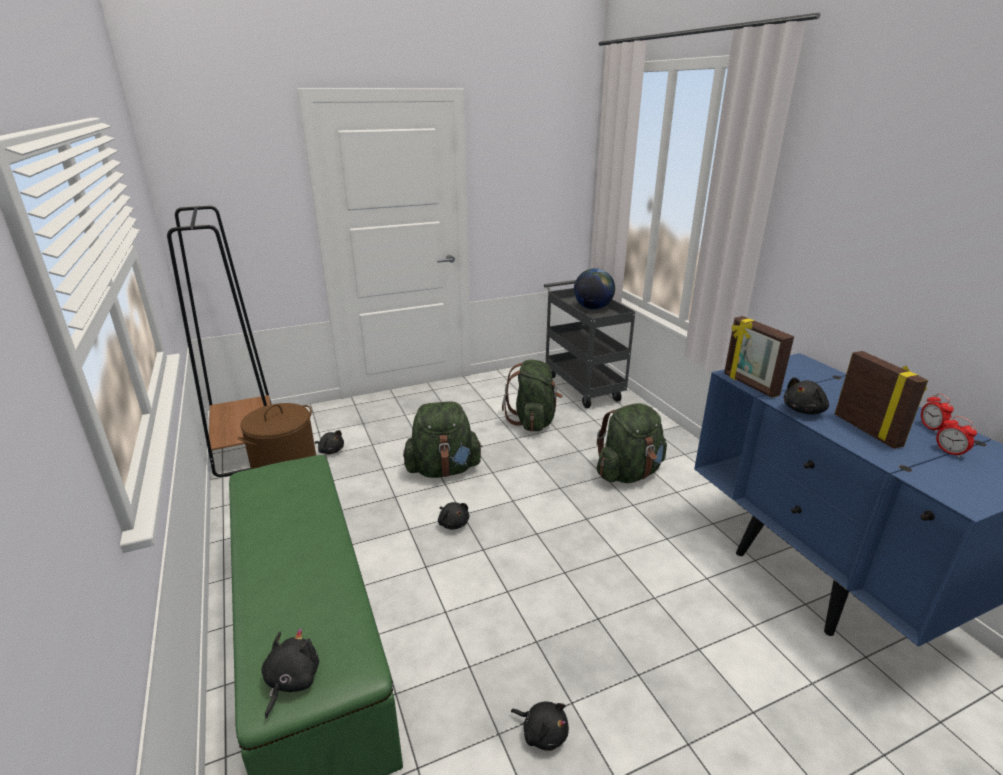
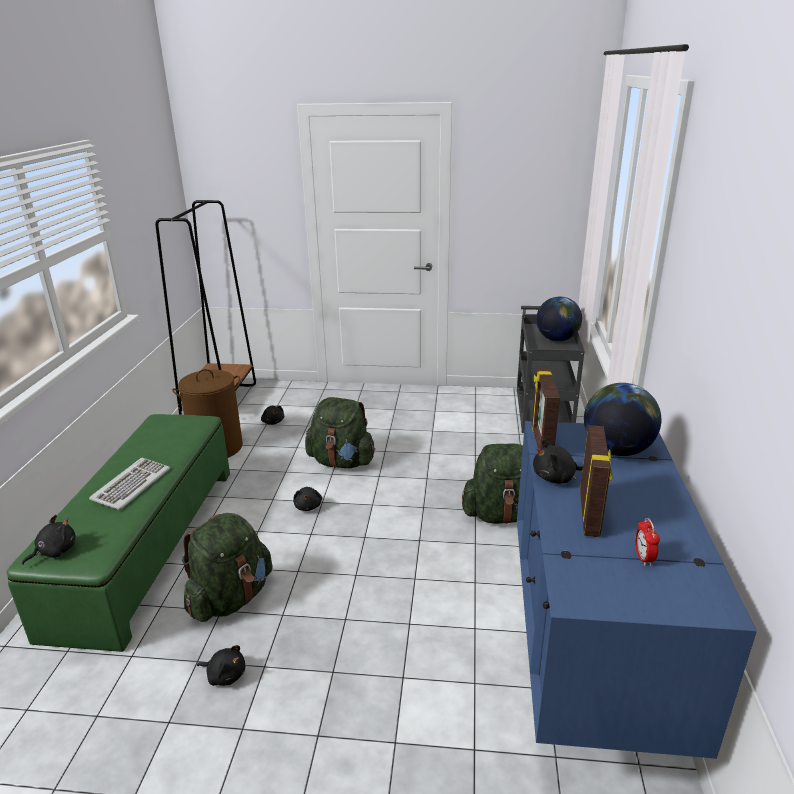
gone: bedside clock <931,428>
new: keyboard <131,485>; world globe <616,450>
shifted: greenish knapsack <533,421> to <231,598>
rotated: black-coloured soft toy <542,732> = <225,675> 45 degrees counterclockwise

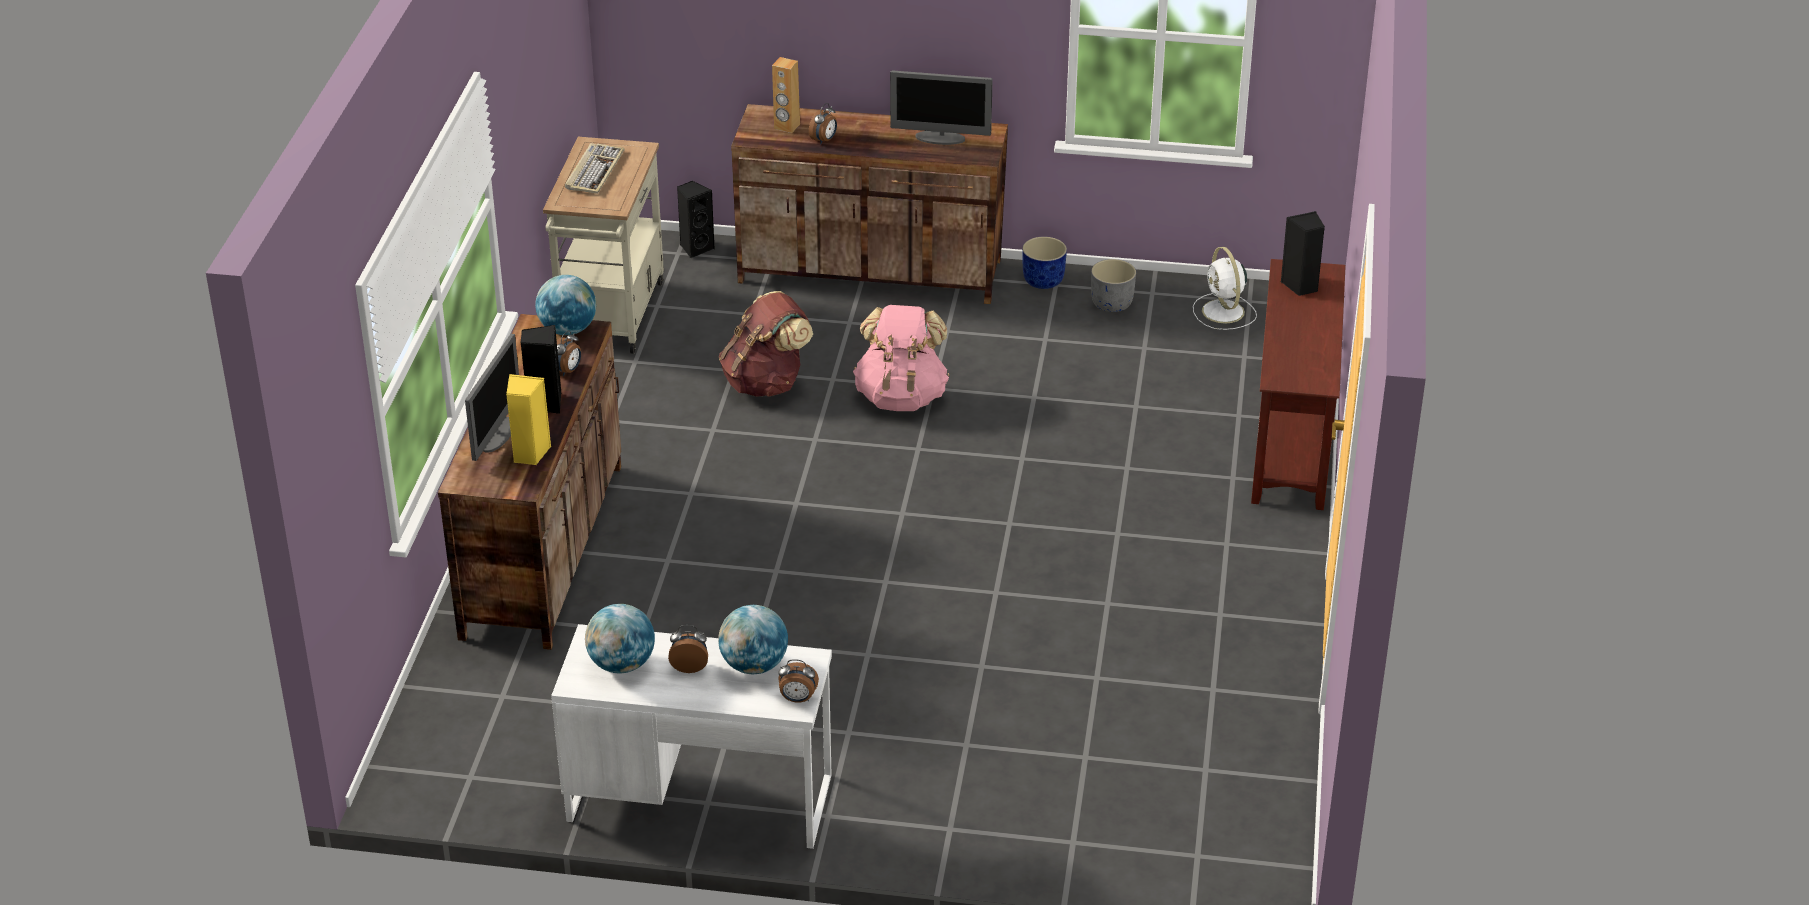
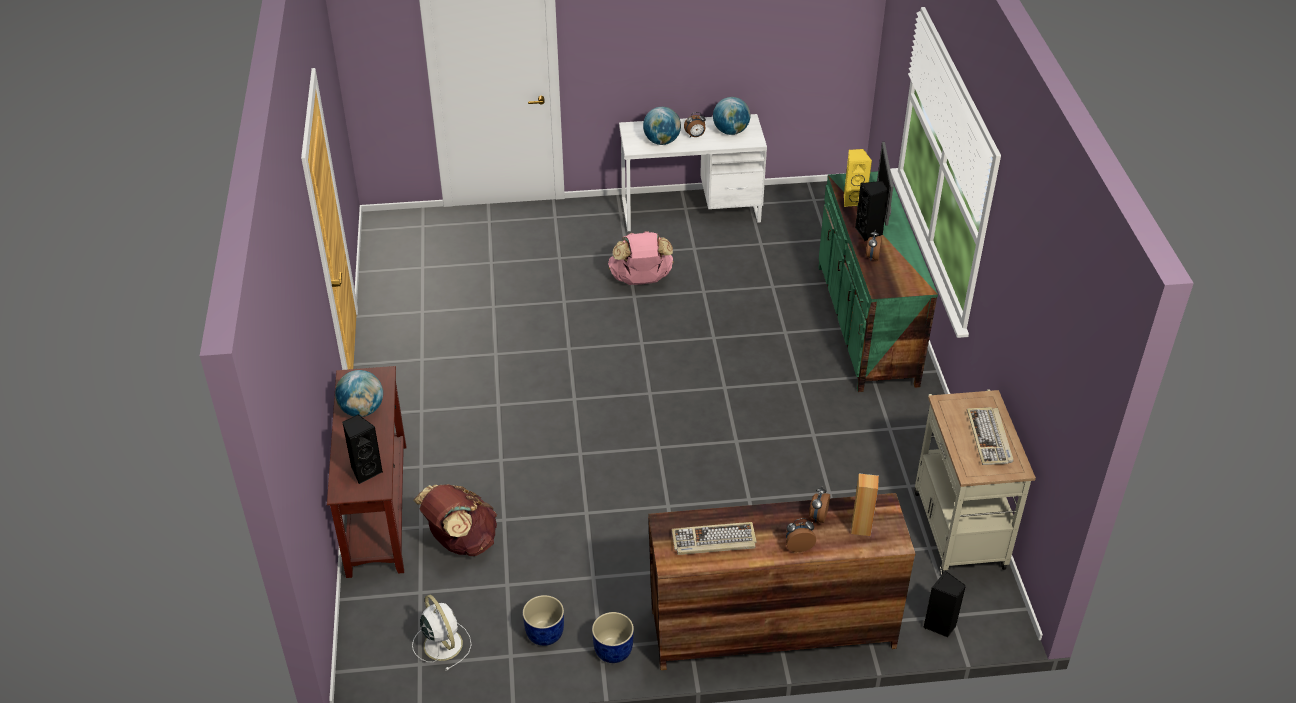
shifted: world globe <568,329> to <362,410>; brownish knapsack <766,383> to <461,541>; pink knapsack <901,396> to <641,280>; bedside clock <797,699> to <798,546>
swapped: monitor <940,138> to keyboard <713,541>
repainted: grey plant pot <1111,304> to blue plant pot <545,633>; brownish storage cabinet <546,549> to greenish storage cabinet <865,326>

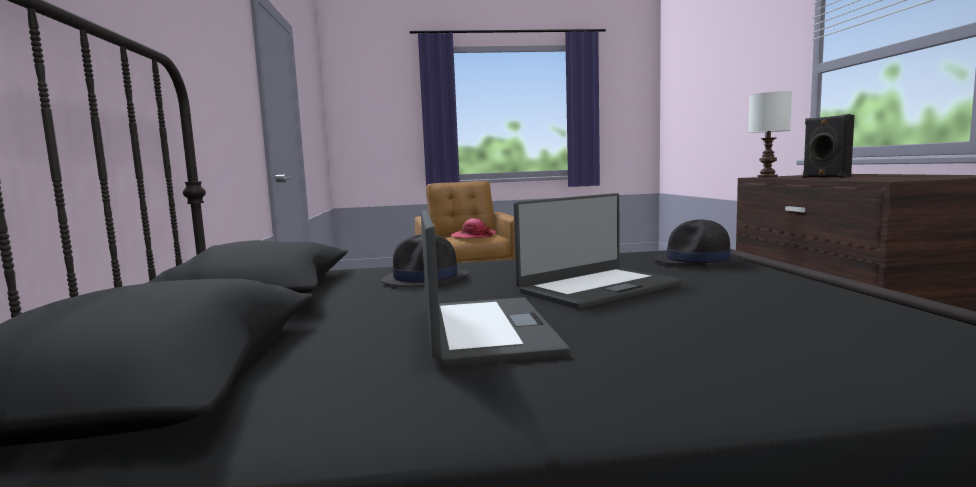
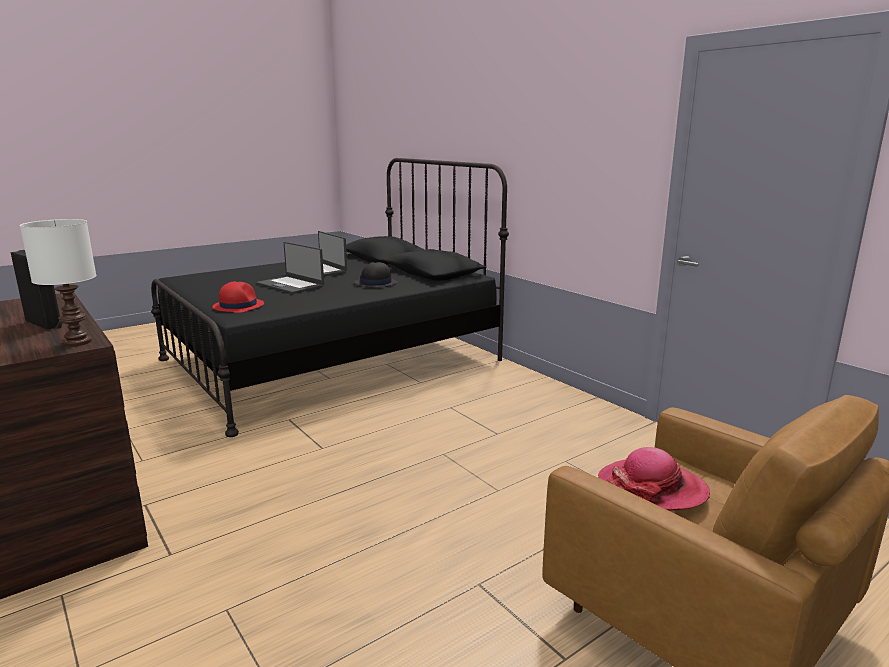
repainted: black-coloured hat <698,261> to reddish hat <238,306>
rotated: portable computer <598,288> = <291,285> 75 degrees counterclockwise

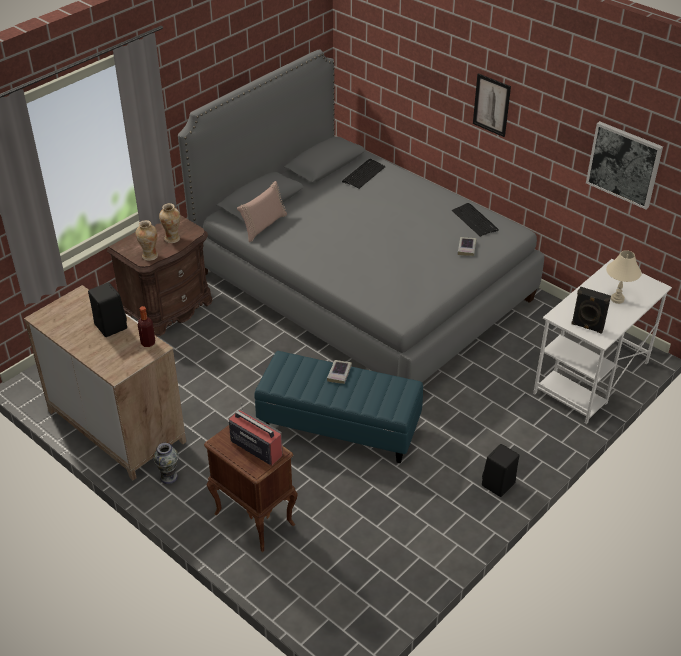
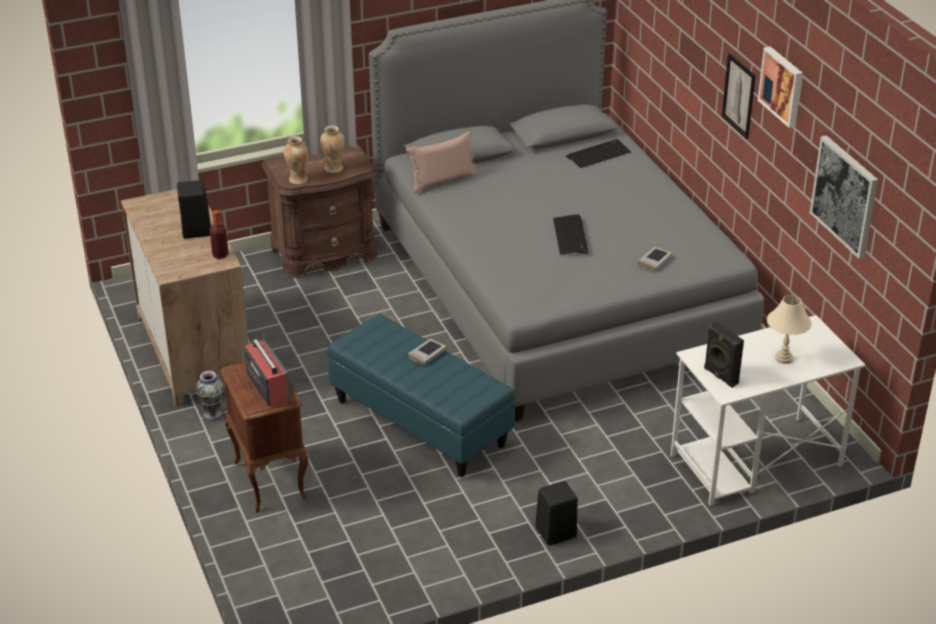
new: picture <782,86>
shifted: keyboard <475,220> to <570,236>

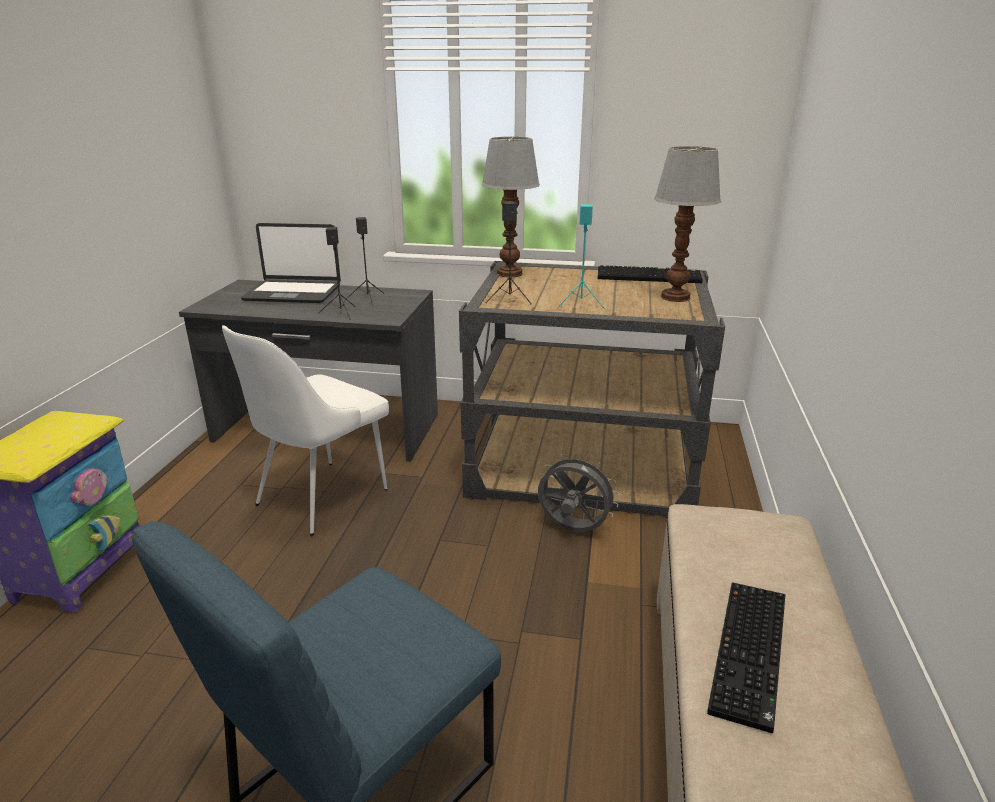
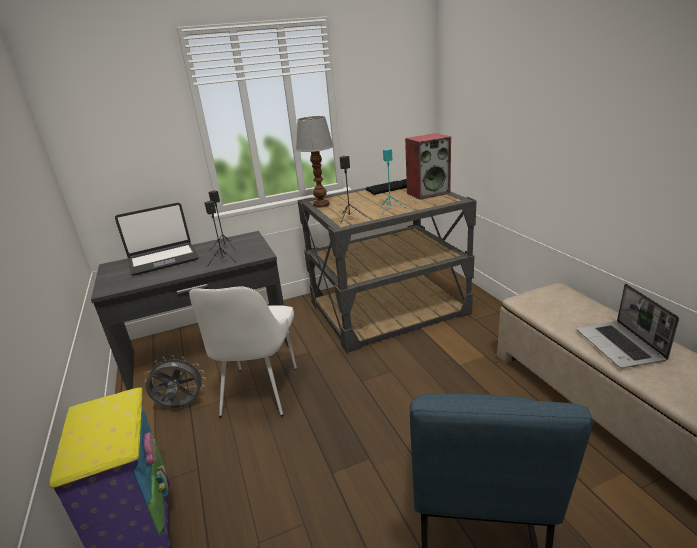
shifted: grey cooling fan <572,530> to <181,406>
swapped: tabletop lamp <676,297> to audio speaker <428,193>; keyboard <752,654> to portable computer <620,346>

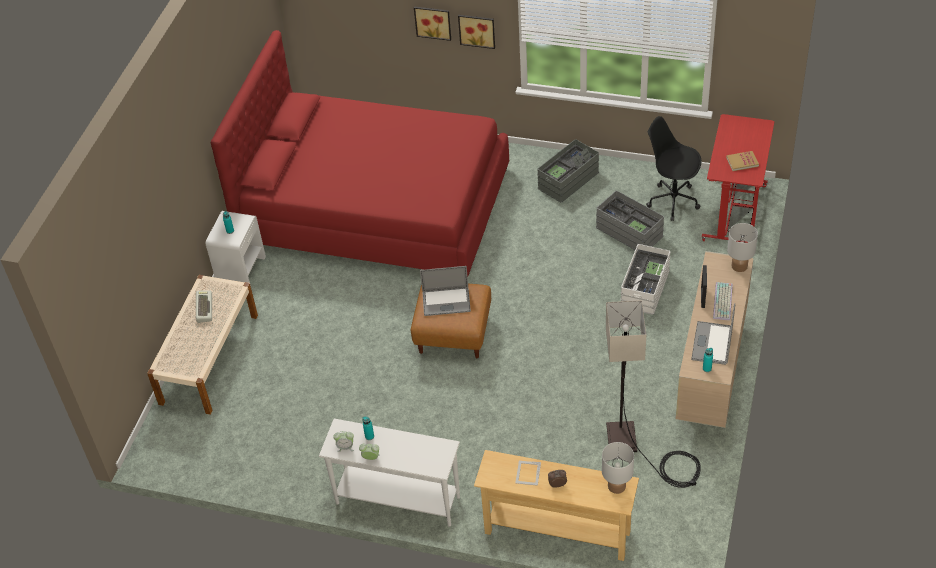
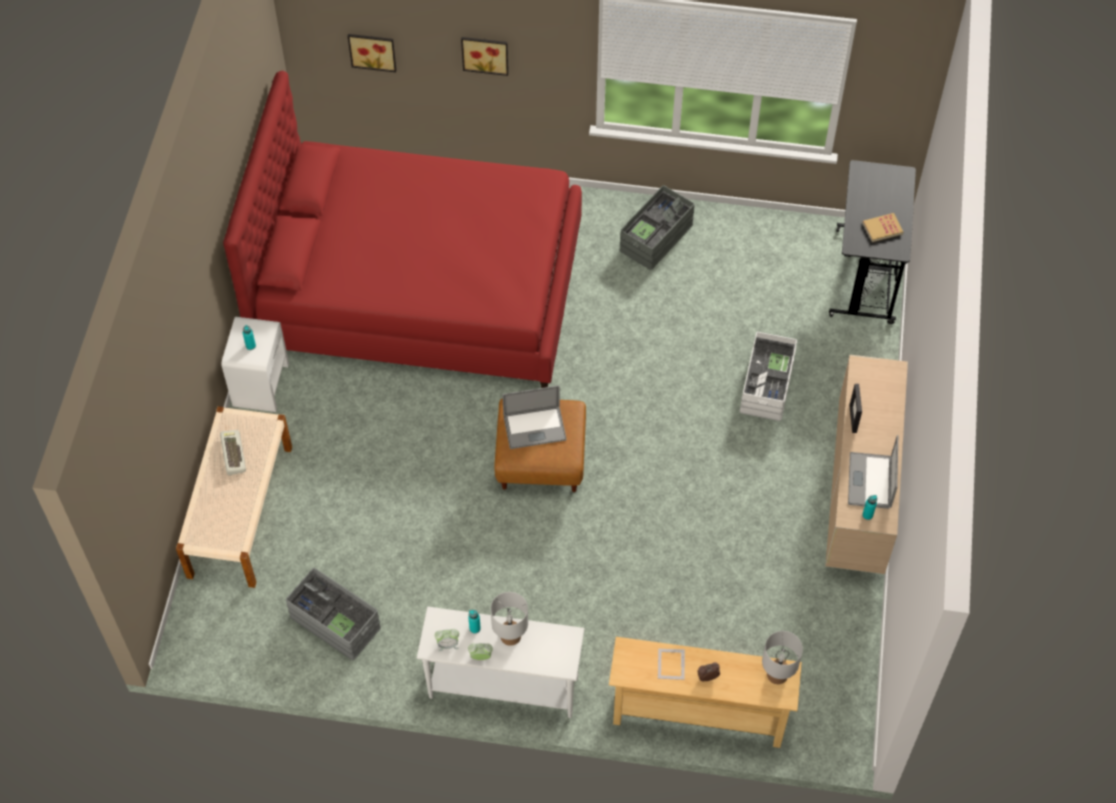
gone: floor lamp <652,456>; black-coloured office chair <671,201>; keyboard <723,302>
shifted: grey storage bin <628,232> to <334,622>; picture <477,30> to <372,50>; grey tabletop lamp <739,266> to <510,636>
repainted: reddish desk <734,213> to black-coloured desk <864,276>

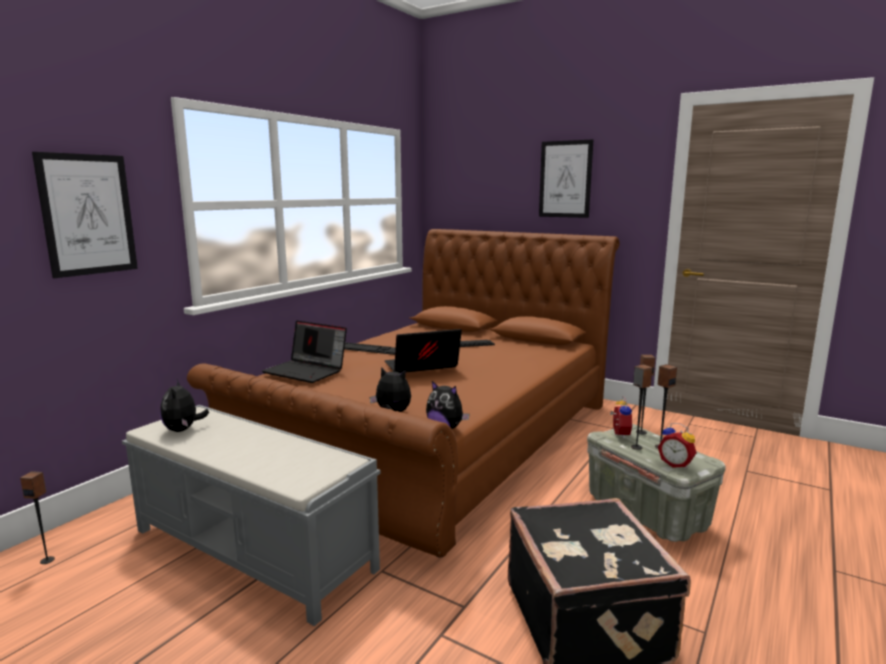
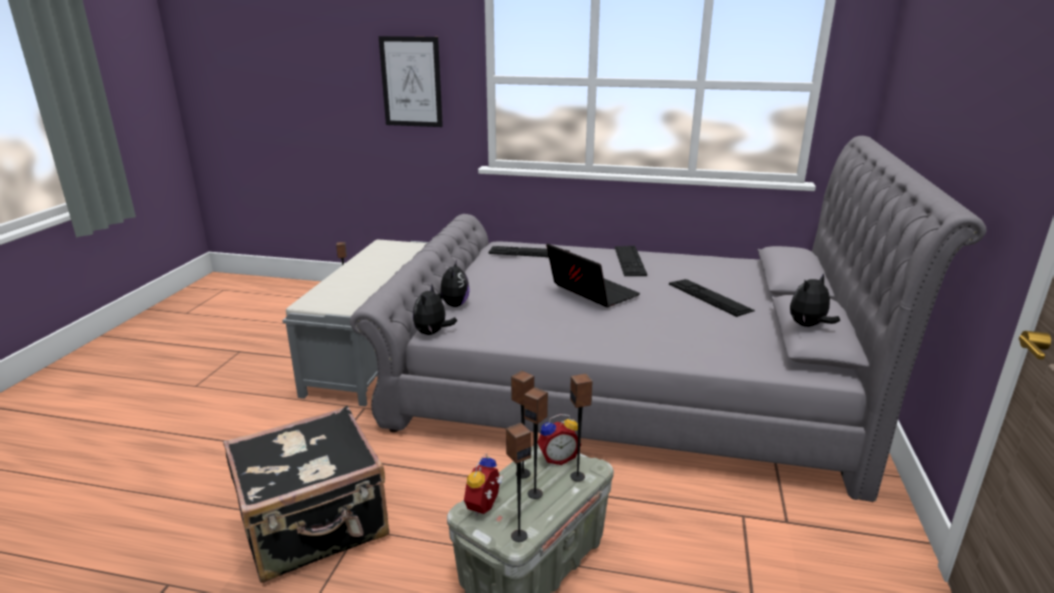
gone: picture <565,179>
new: audio speaker <519,535>
shifted: soft toy <183,430> to <808,326>
swapped: portable computer <307,371> to keyboard <529,252>
repainted: brownish sleeping bed <434,433> to grey sleeping bed <626,378>

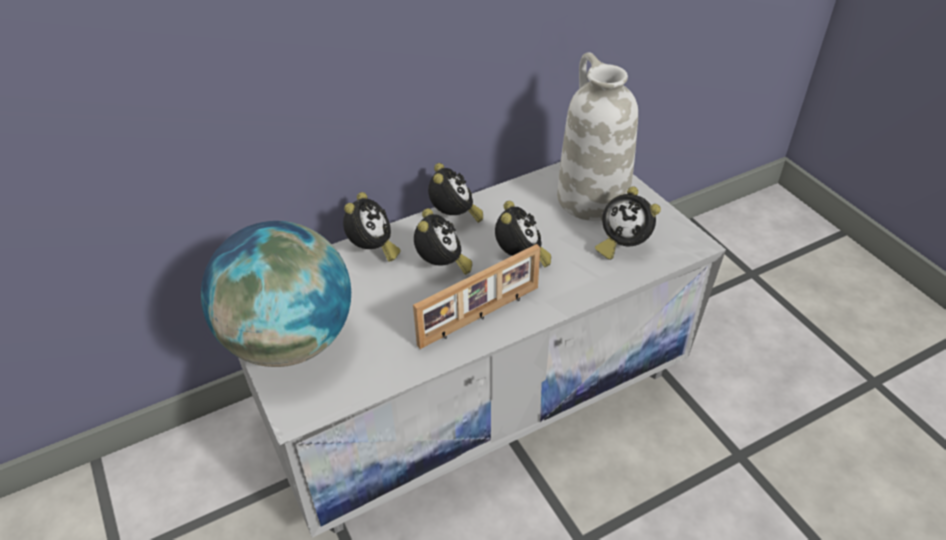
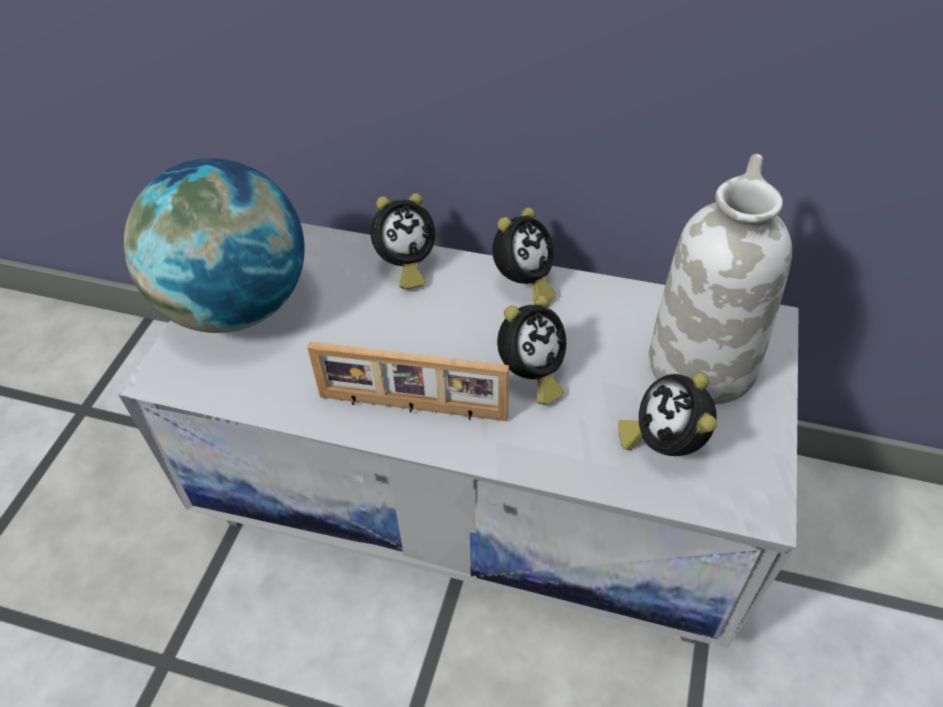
gone: bedside clock <442,266>

